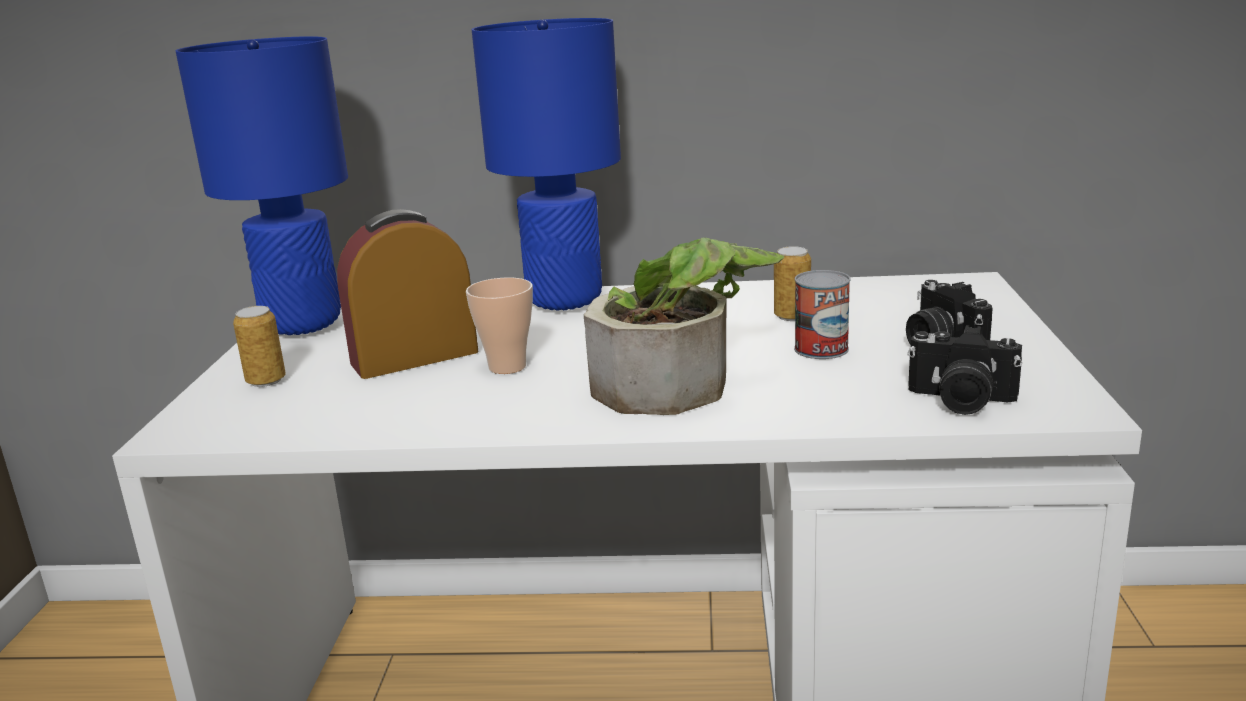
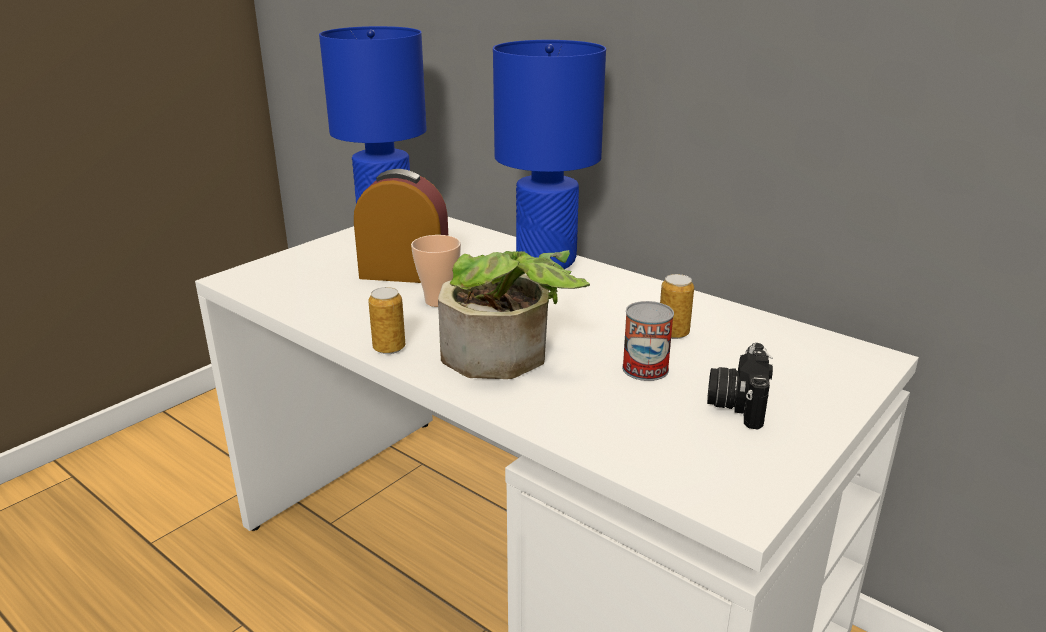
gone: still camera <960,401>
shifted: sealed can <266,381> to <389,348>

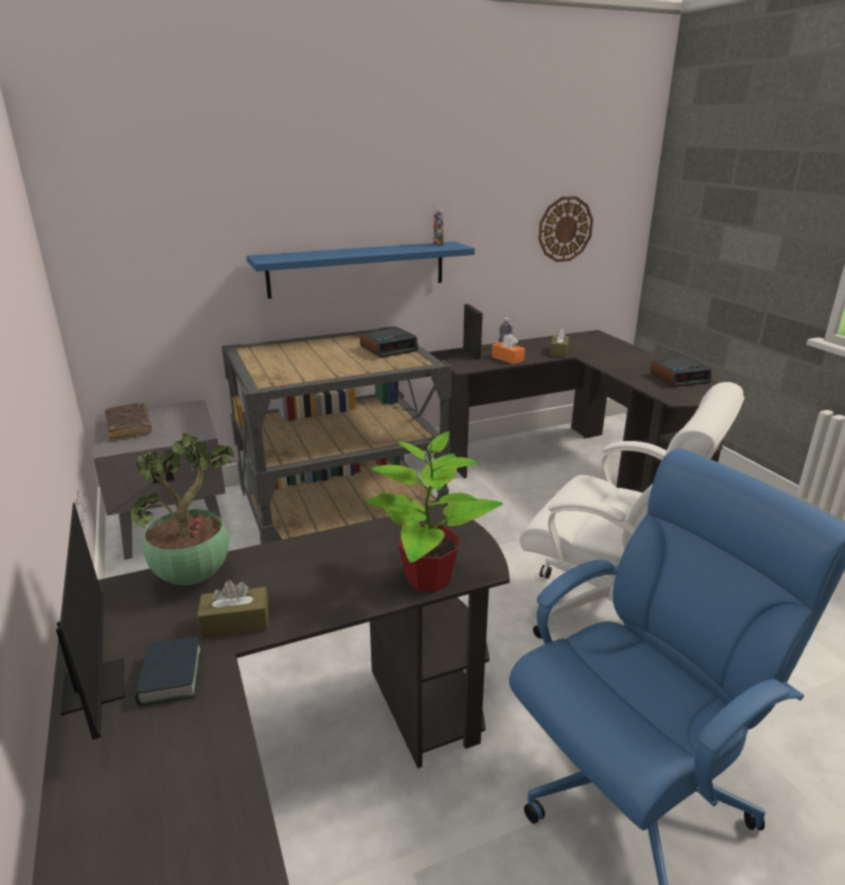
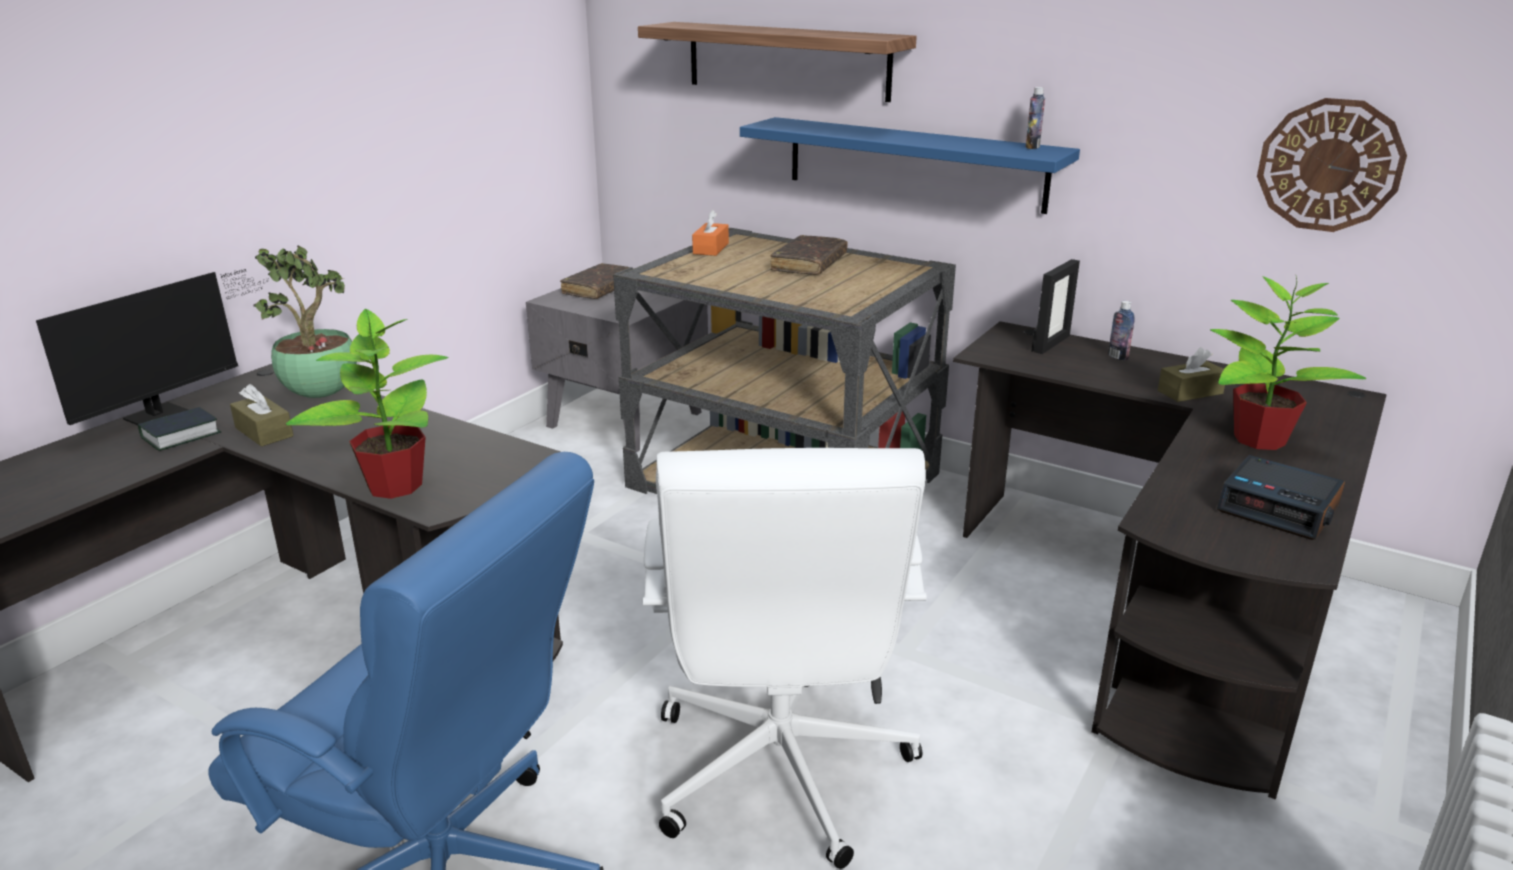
gone: bedside clock <389,348>
new: wall shelf <787,60>; brownish volume <809,264>; potted plant <1257,439>
shifted: orange tissue holder <507,359> to <711,248>

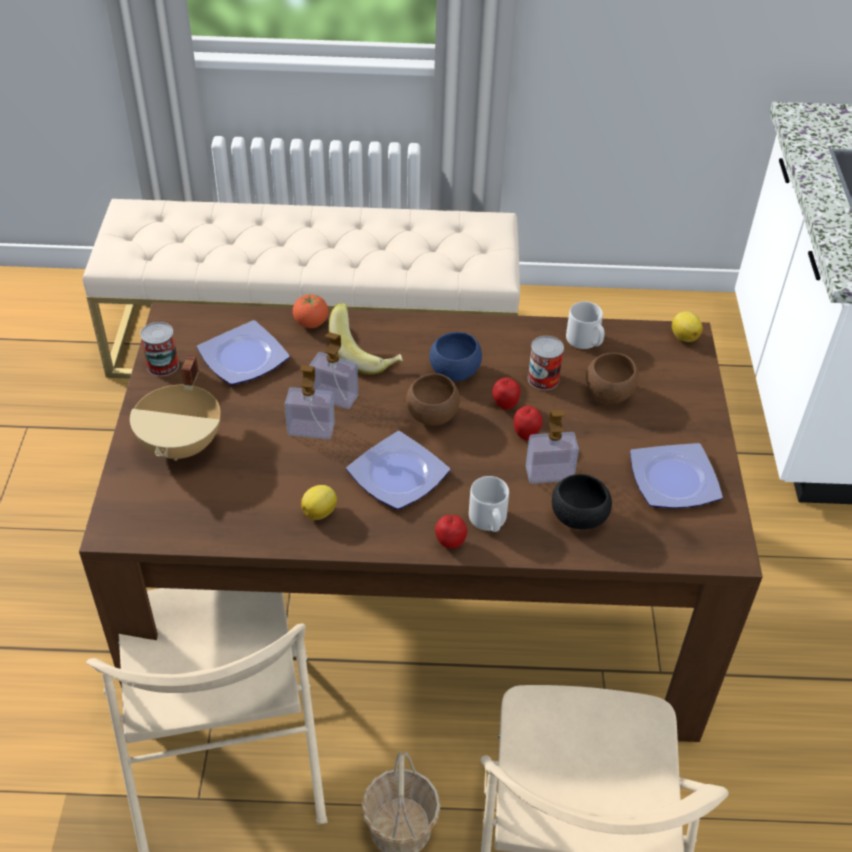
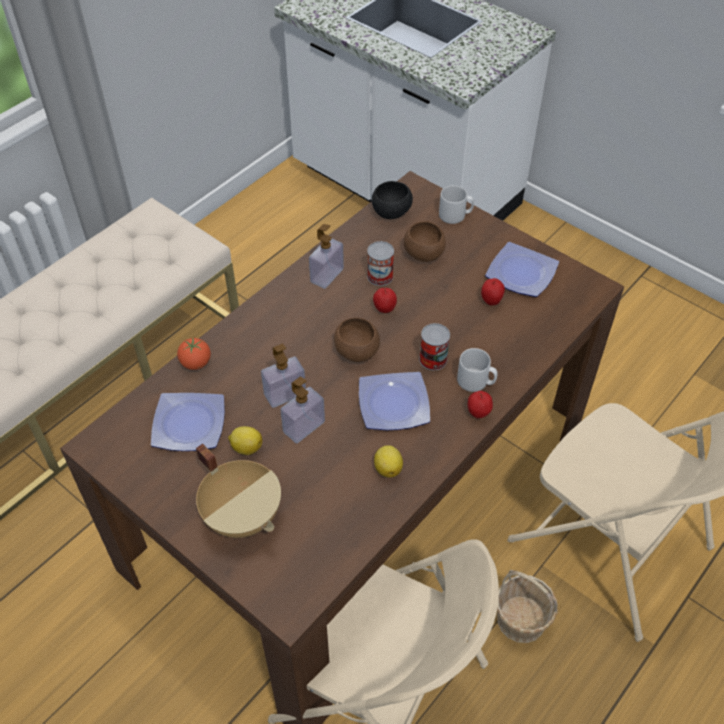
gone: whole banana <366,355>; blue bowl <455,372>
shifted: whole lemon <684,336> to <246,447>; soap dispenser <549,473> to <327,275>; black-coloured bowl <578,517> to <391,212>; sealed can <163,365> to <433,359>; grey coffee mug <585,341> to <455,215>; apple <526,434> to <491,301>

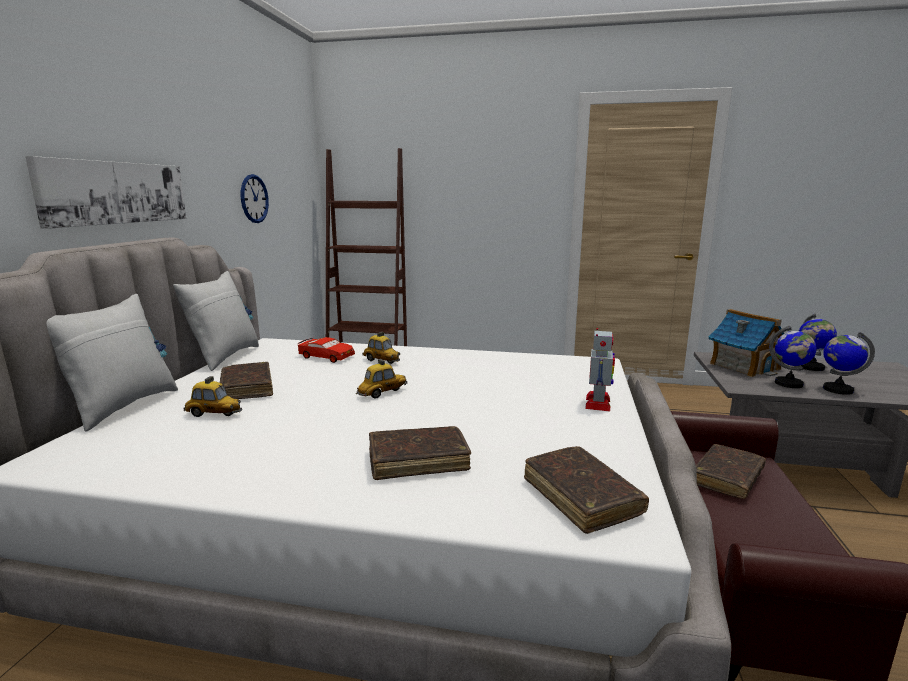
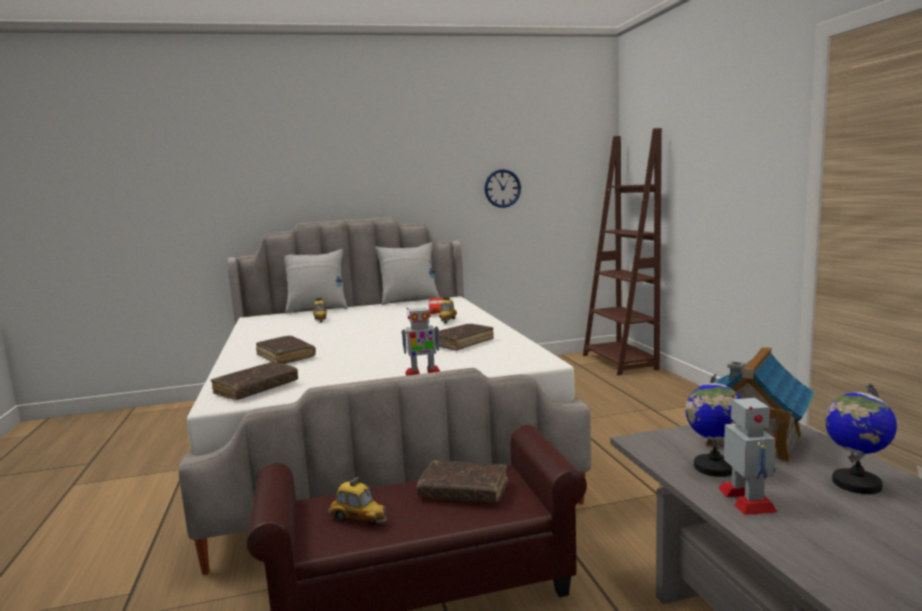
gone: picture <116,192>
shifted: model car <382,393> to <358,520>; brownish volume <247,388> to <461,343>
swapped: world globe <837,389> to toy robot <747,500>

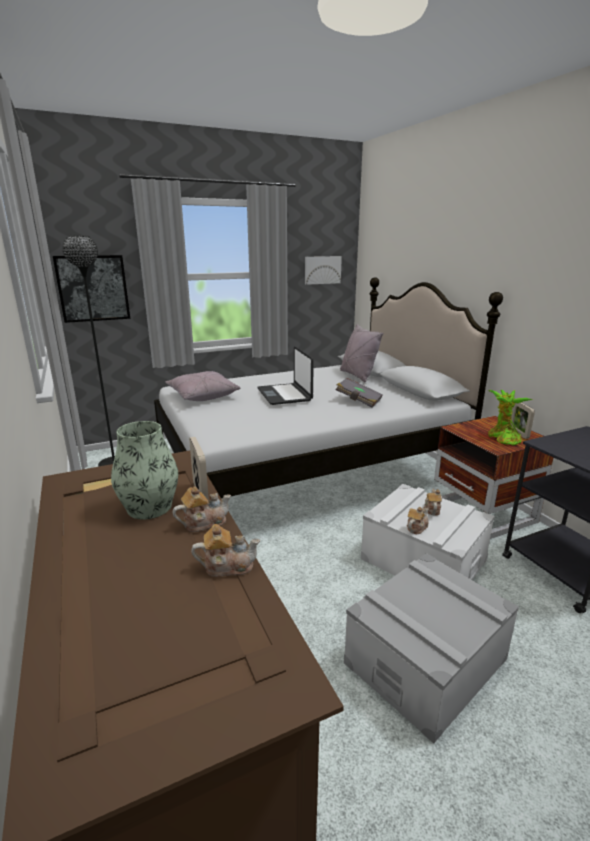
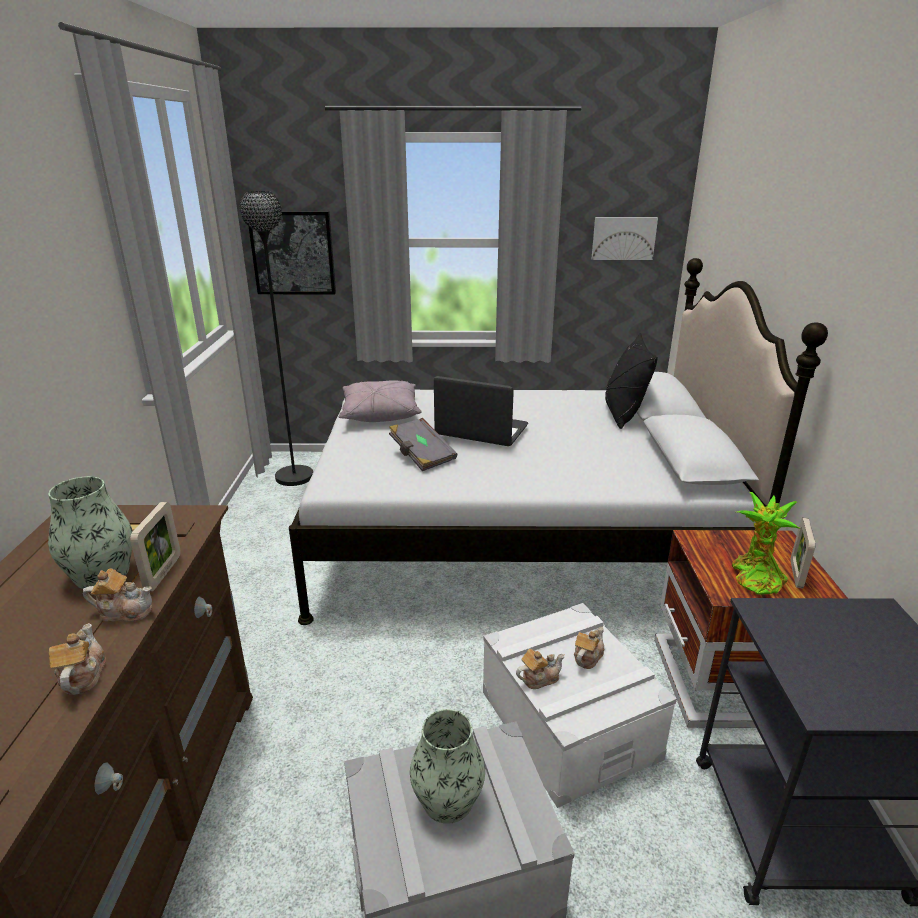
new: vase <447,800>
shifted: grey volume <358,401> to <421,456>
repainted: purple-coloured cushion <357,376> to black-coloured cushion <623,415>
rotated: tea pot <227,566> = <82,676> 120 degrees counterclockwise; portable computer <285,395> = <481,431> 105 degrees clockwise

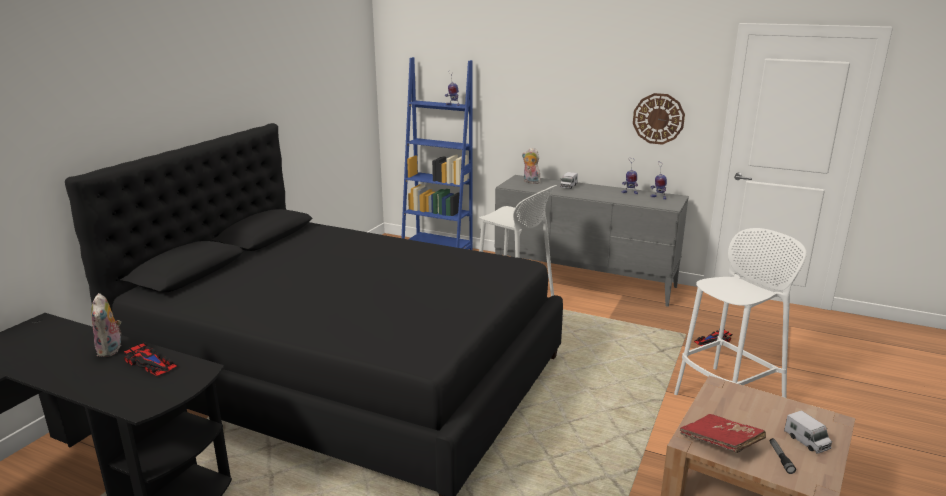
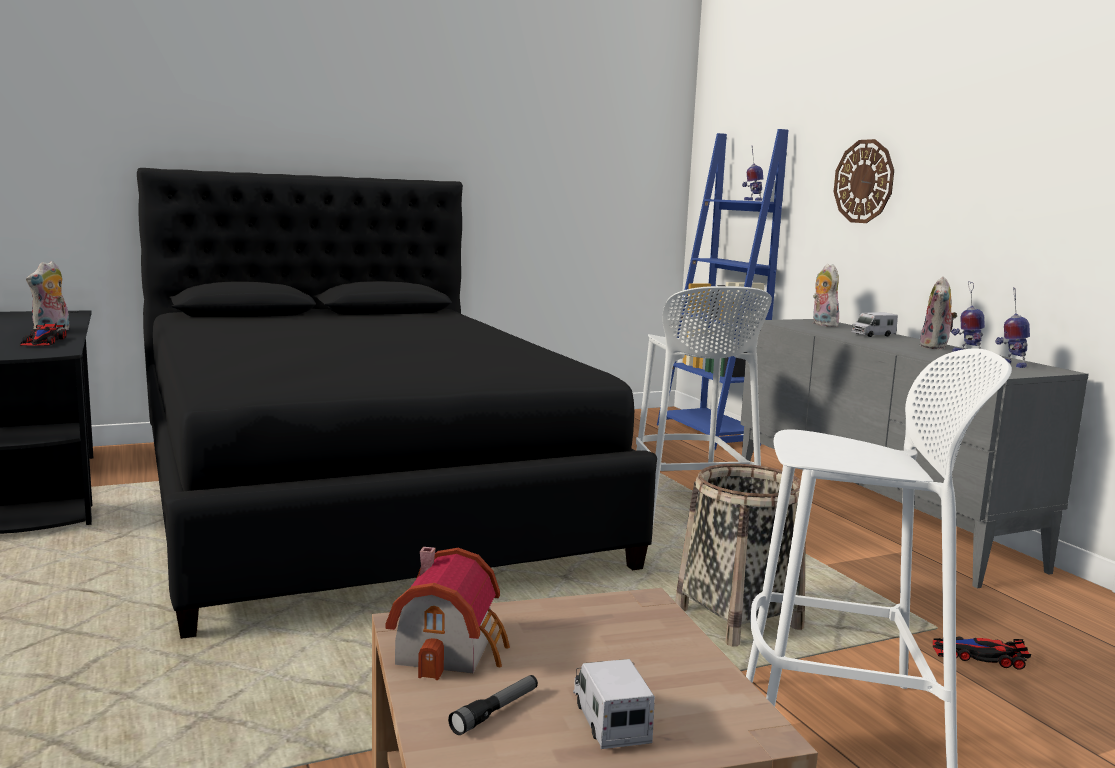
new: basket <737,619>; soft toy <936,347>
shifted: hanging clock <658,118> to <864,181>
swapped: reddish volume <720,443> to miniature house <452,649>
rotated: toy truck <806,441> = <610,721> 150 degrees clockwise

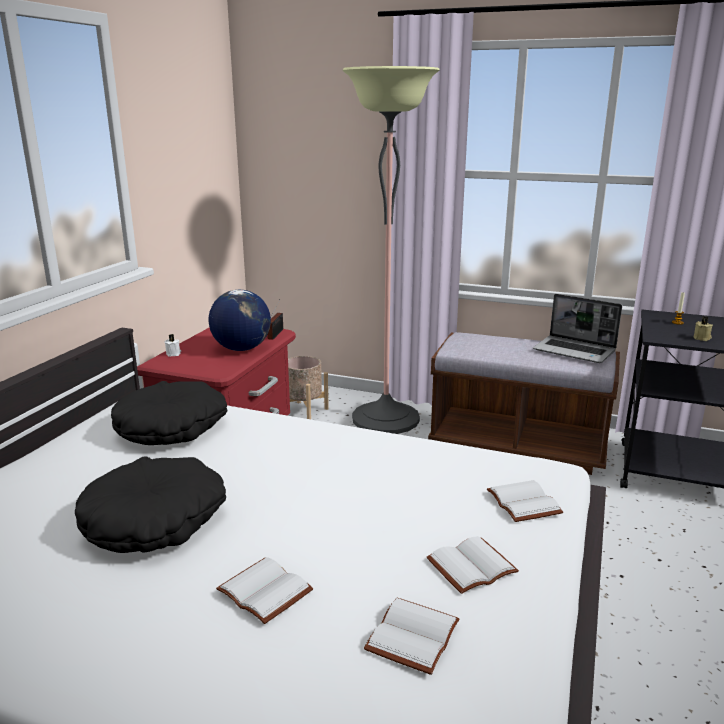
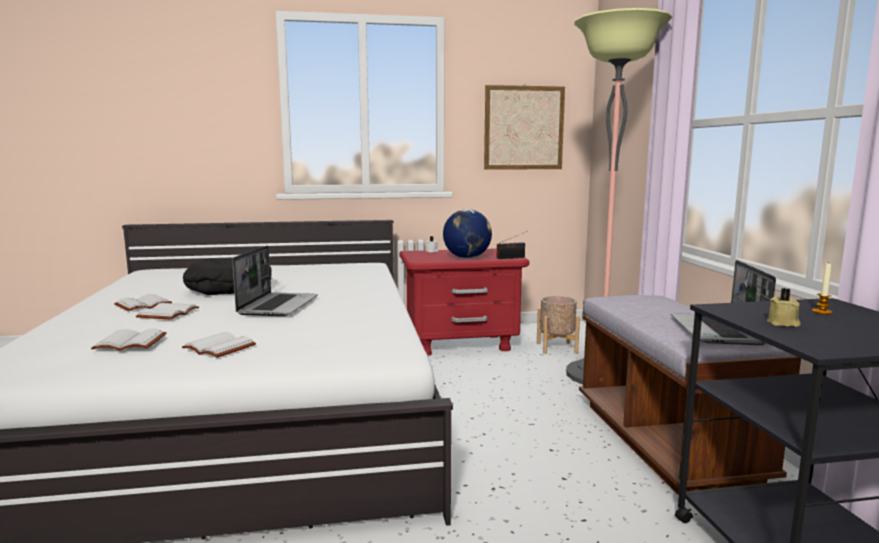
gone: black-coloured cushion <169,428>
new: portable computer <278,306>; picture <524,127>
shifted: whitish volume <521,502> to <143,304>

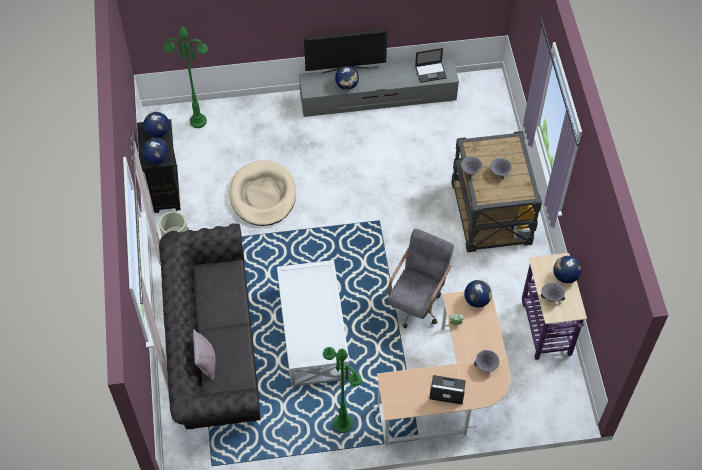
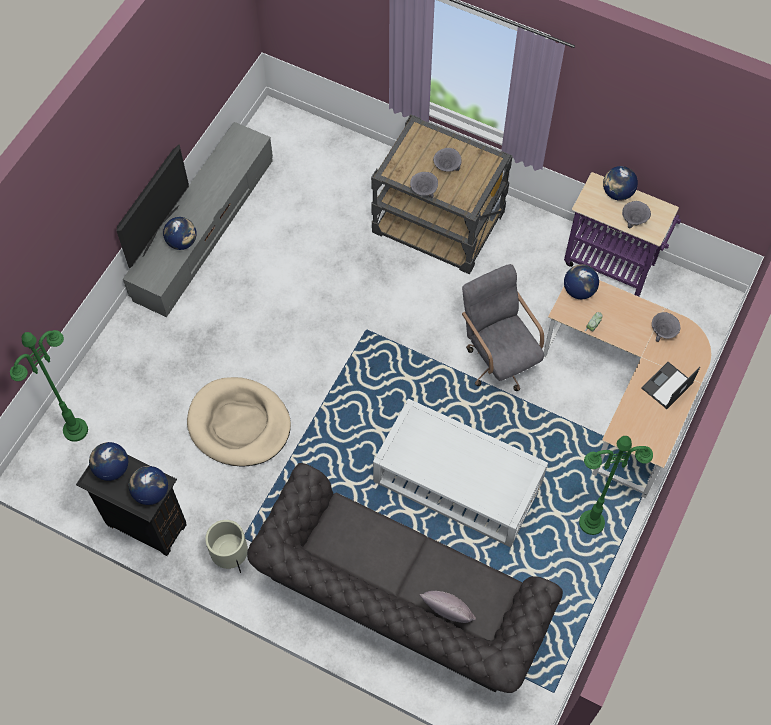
gone: portable computer <431,72>

